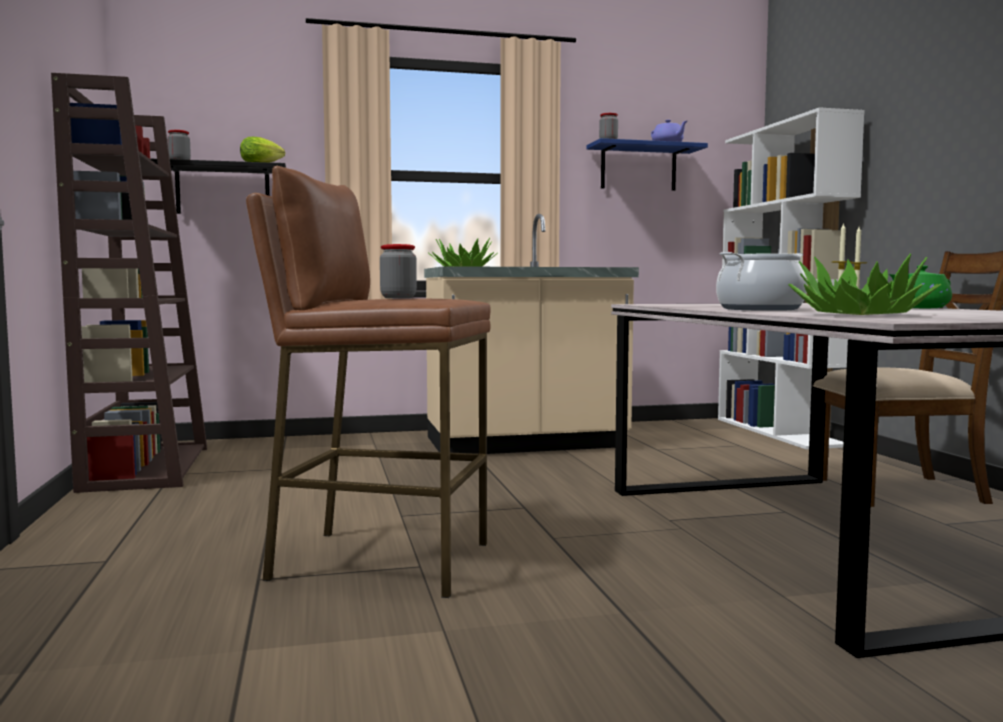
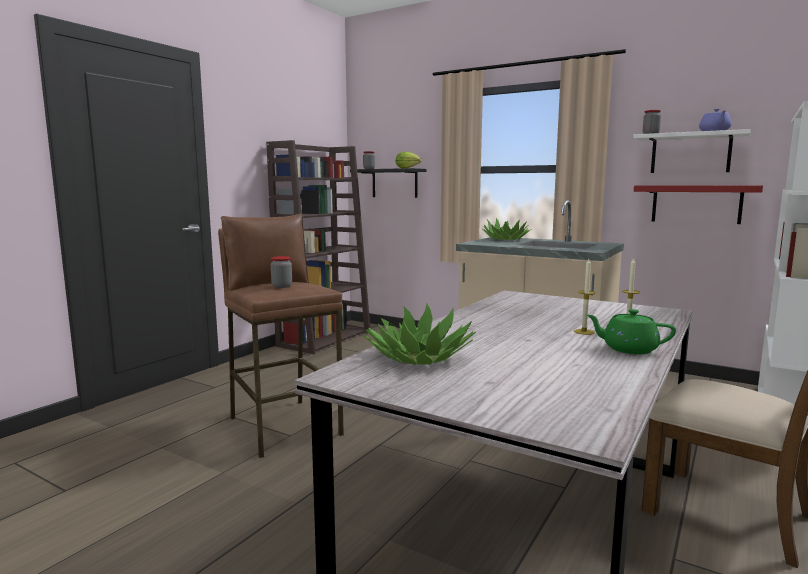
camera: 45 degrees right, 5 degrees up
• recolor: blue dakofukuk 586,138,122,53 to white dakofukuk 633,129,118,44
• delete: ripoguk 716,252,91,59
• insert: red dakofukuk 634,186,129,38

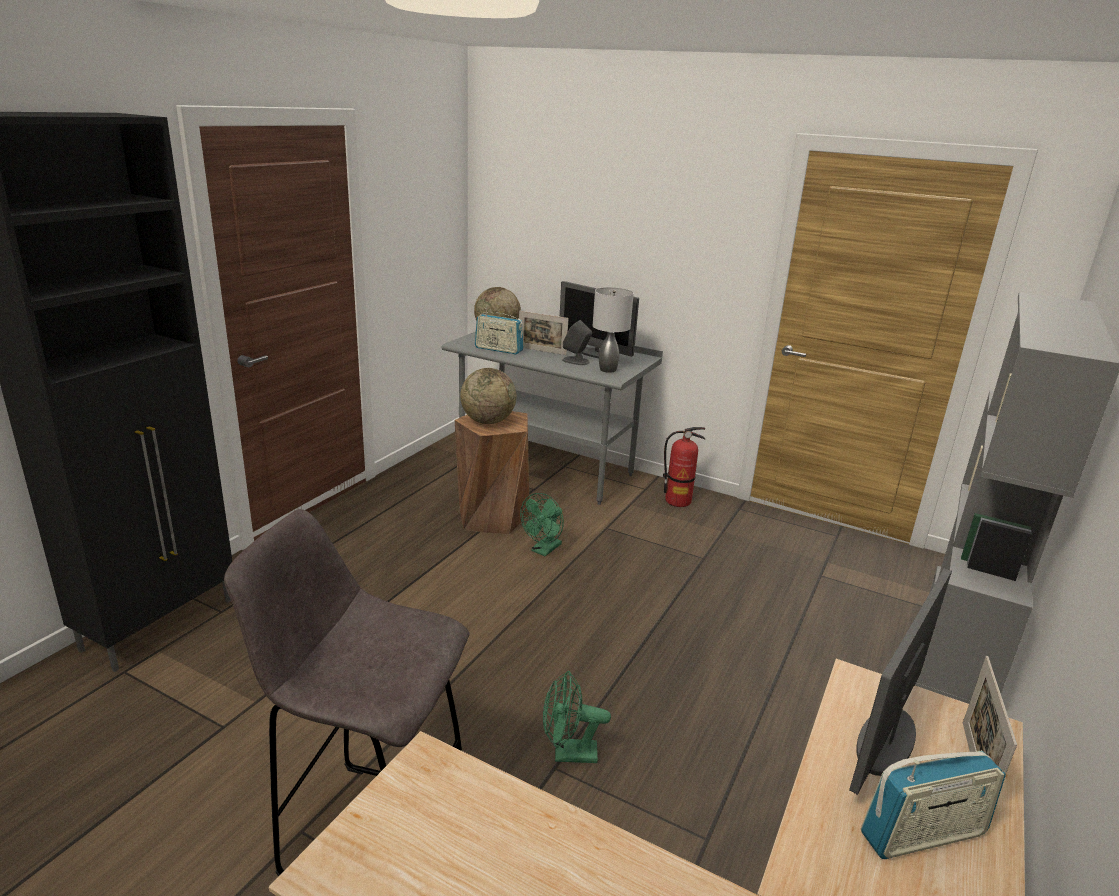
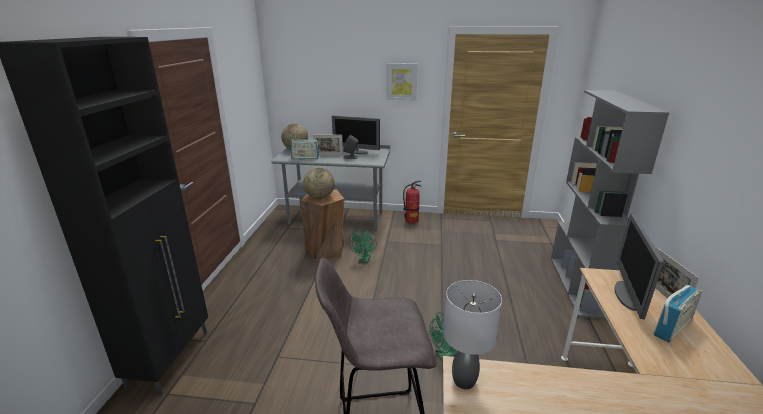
camera: 20 degrees left, 0 degrees up
• move: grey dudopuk 593,287,41,86 to 443,280,59,109
• insert: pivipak 387,63,31,37

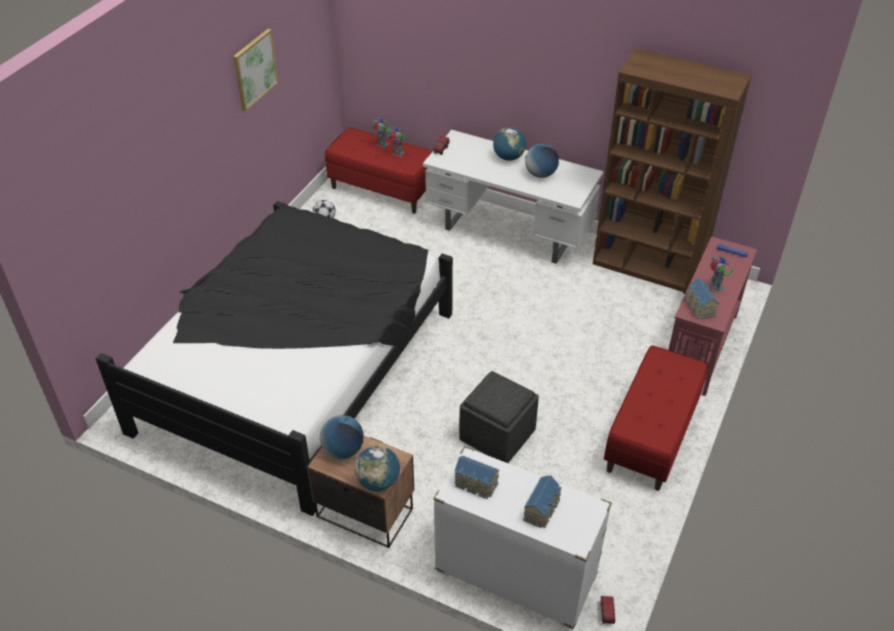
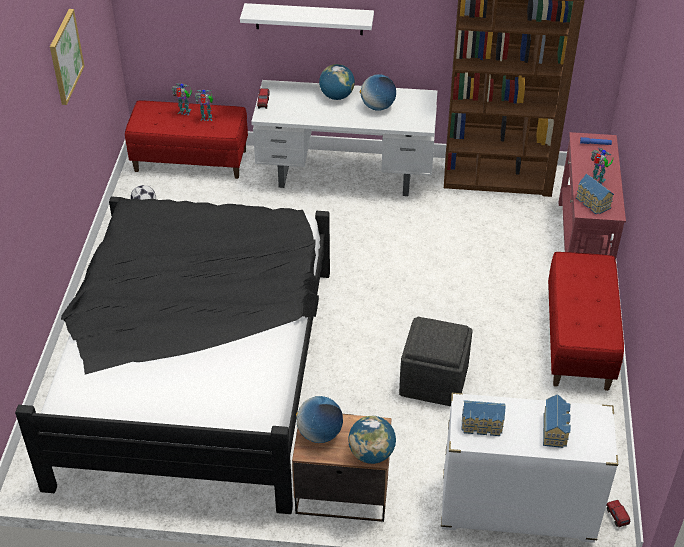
camera: 20 degrees left, 0 degrees up
• insert: white dakofukuk 240,3,134,32

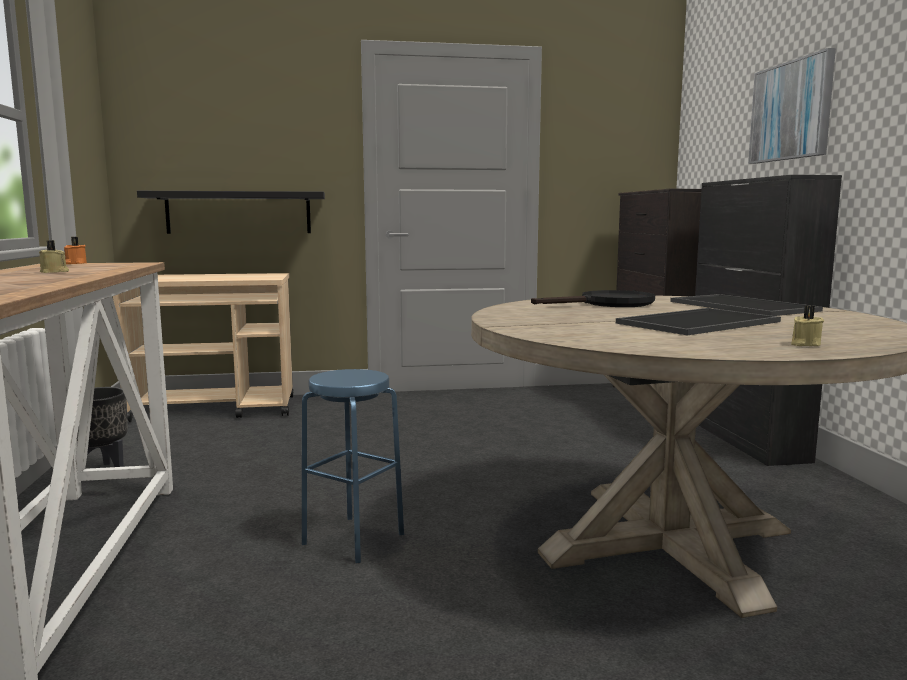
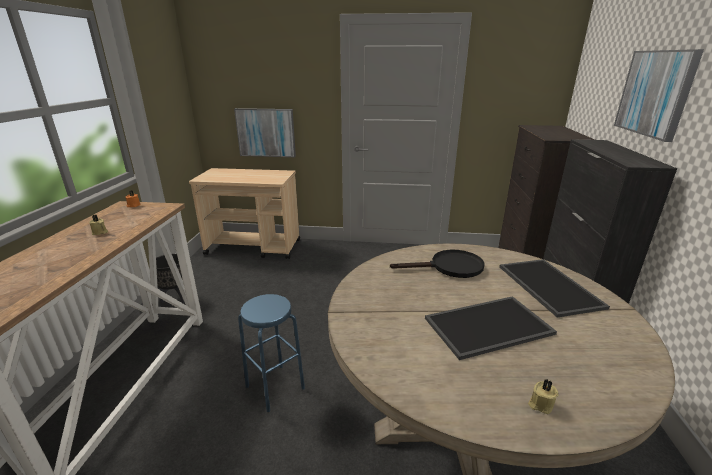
camera: 15 degrees right, 15 degrees up
• replace: black dakofukuk 137,191,188,43 to pivipak 234,108,62,49

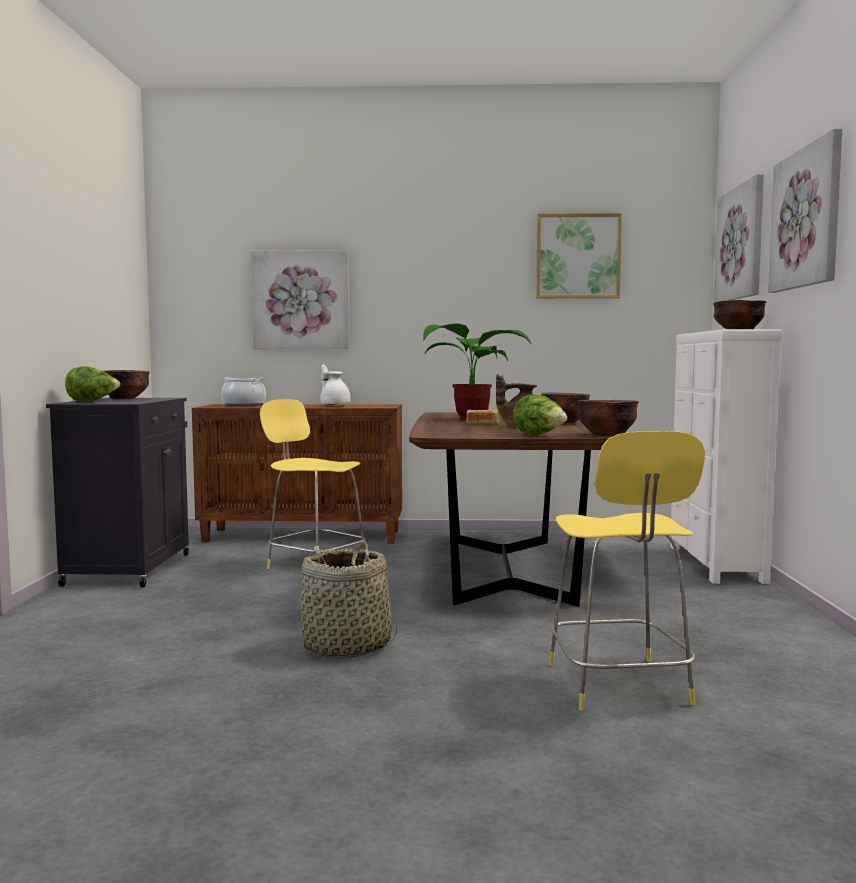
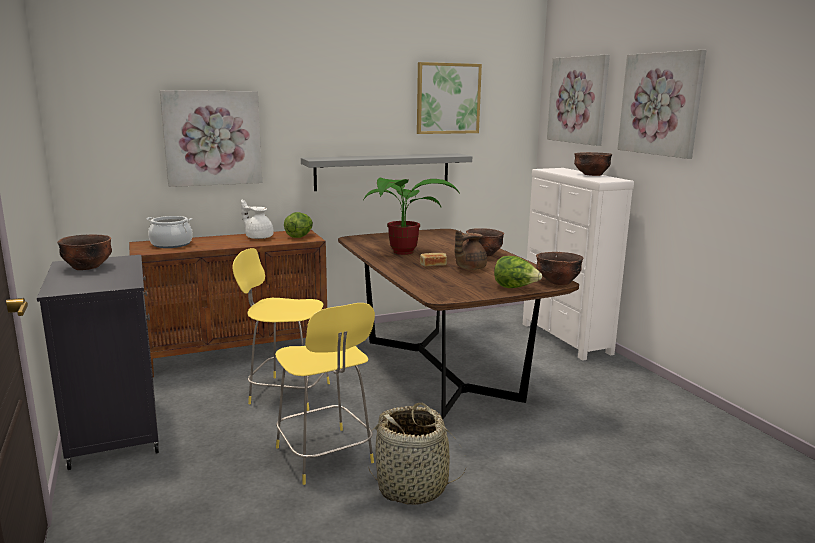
camera: 25 degrees left, 10 degrees up
• move: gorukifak 65,366,55,36 to 284,212,29,26
• move: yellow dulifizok 549,431,156,280 to 275,303,100,182
• insert: grey dakofukuk 301,153,171,38

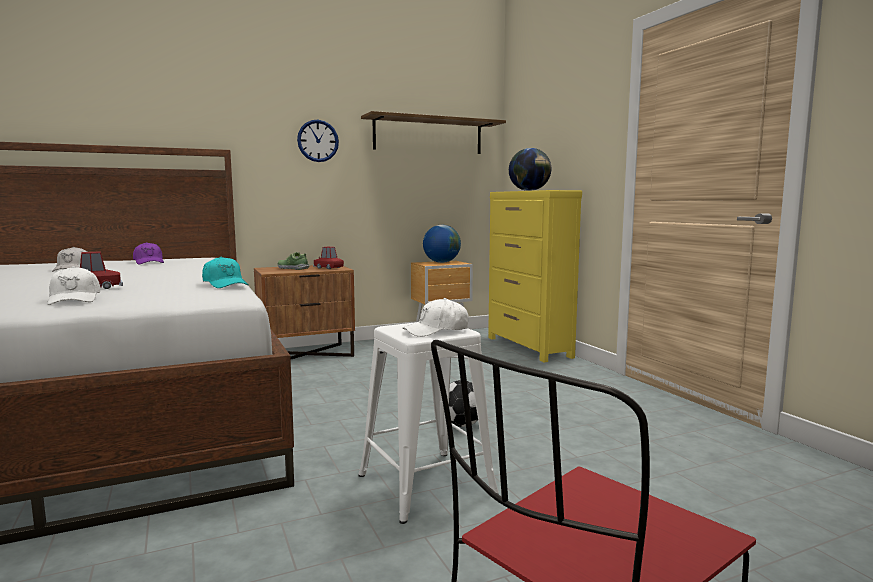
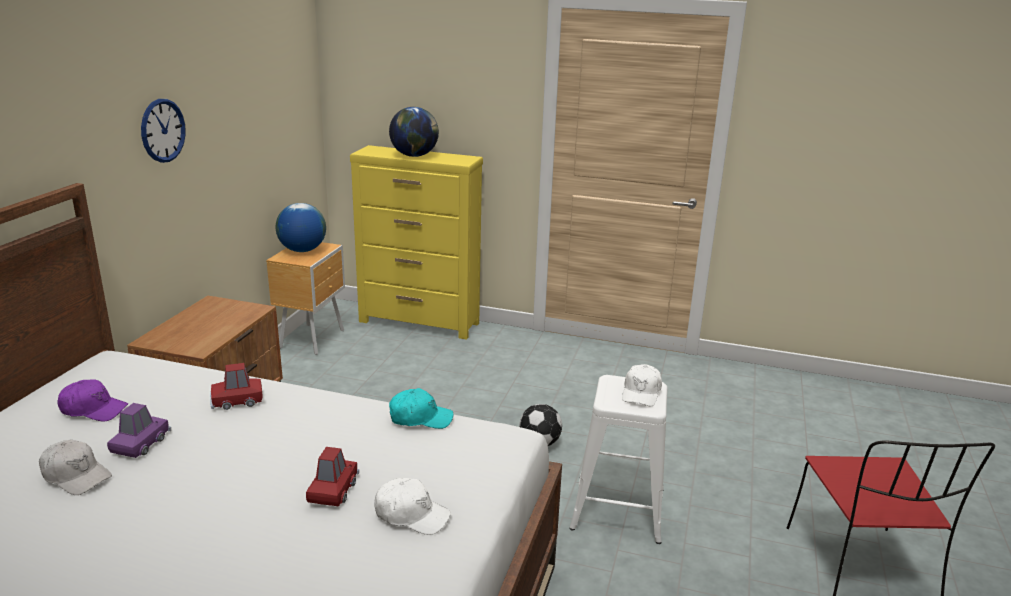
camera: 50 degrees left, 15 degrees up
• delete: dakofukuk 361,111,145,43
• move: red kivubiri 313,247,31,22 to 210,363,53,47
• delete: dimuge 277,252,32,18
• insert: purple kivubiri 107,403,64,55

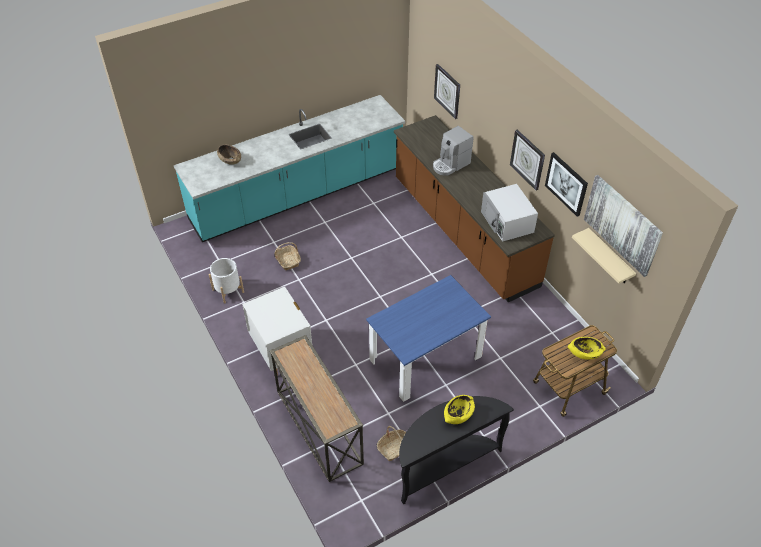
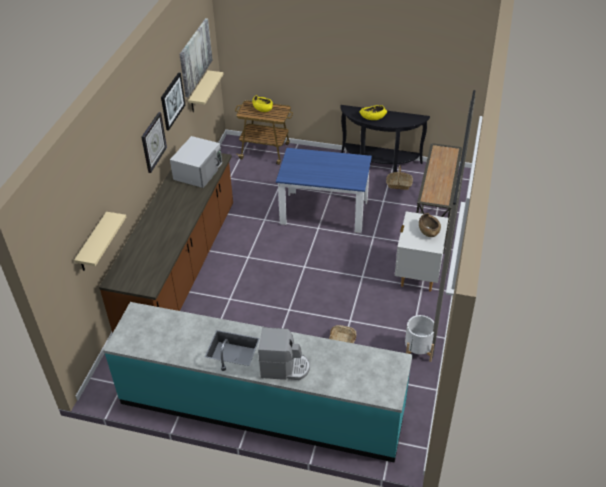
camera: 135 degrees left, 5 degrees down
• replace: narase 434,64,26,55 to beige dakofukuk 74,212,52,59
• move: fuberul 433,126,41,50 to 258,327,52,53
• move: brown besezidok 217,144,24,21 to 419,213,22,24

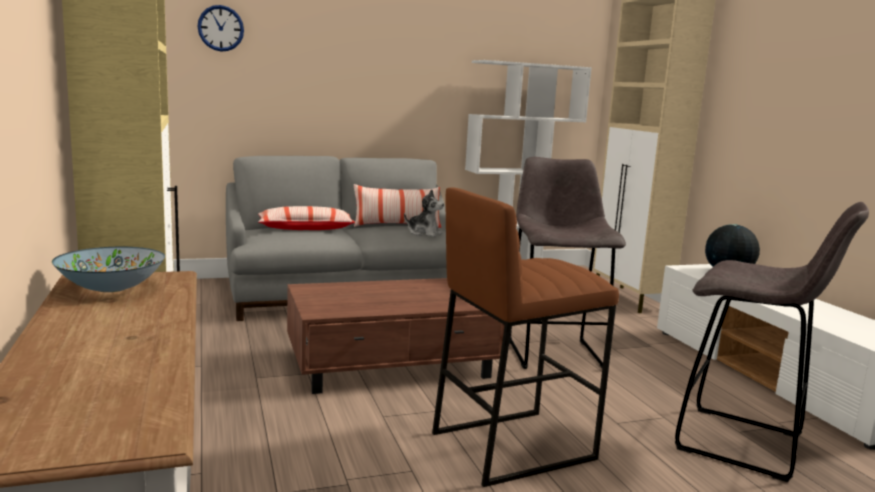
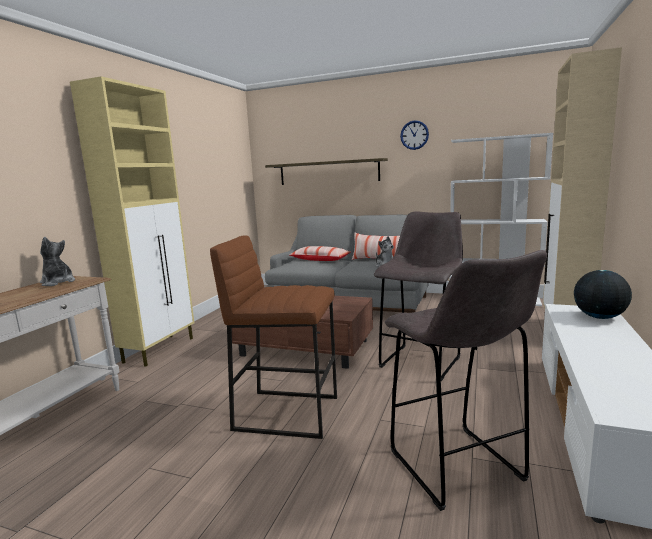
camera: 40 degrees right, 0 degrees up
• move: narase 197,5,47,47 to 400,120,29,30
• replace: besezidok 52,247,113,45 to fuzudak 40,237,35,49
• insert: dakofukuk 265,158,123,27

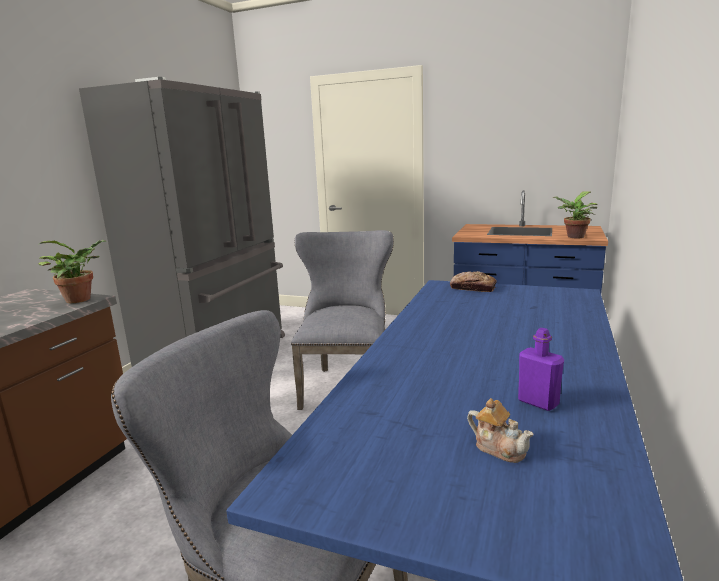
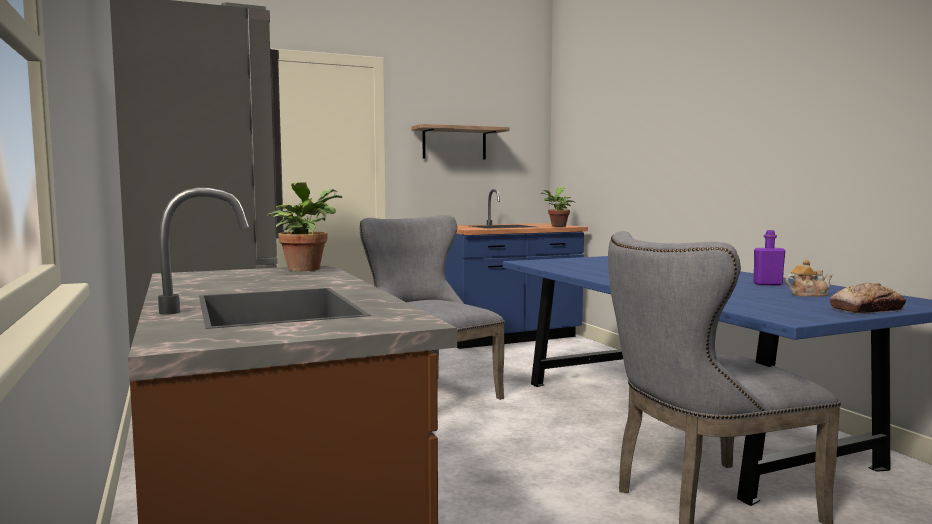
camera: 45 degrees left, 10 degrees down
• move: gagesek 450,271,47,21 to 830,283,76,30
• insert: dakofukuk 411,124,98,36

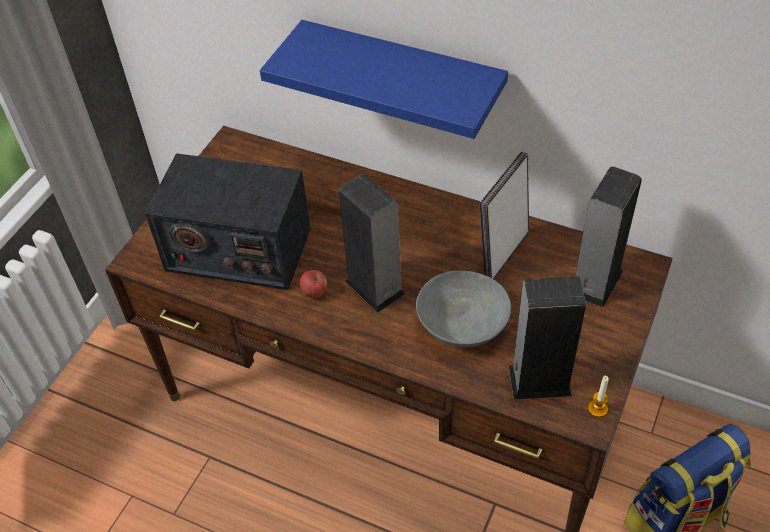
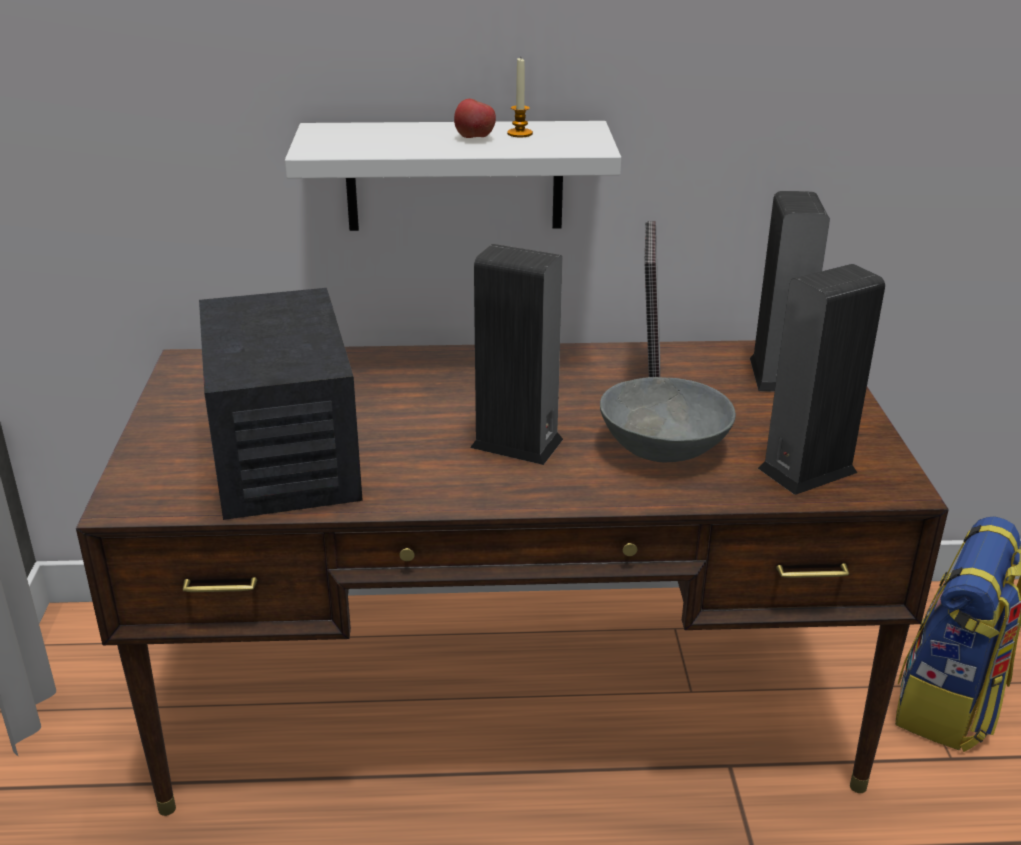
camera: 30 degrees left, 20 degrees down
• recolor: blue dakofukuk 260,20,248,119 to white dakofukuk 285,121,336,110
• rotate: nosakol 145,153,166,137 = 199,288,164,232 90 degrees counterclockwise
• move: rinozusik 299,270,28,28 to 454,99,42,39
• move: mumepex 588,376,21,41 to 507,58,26,79

